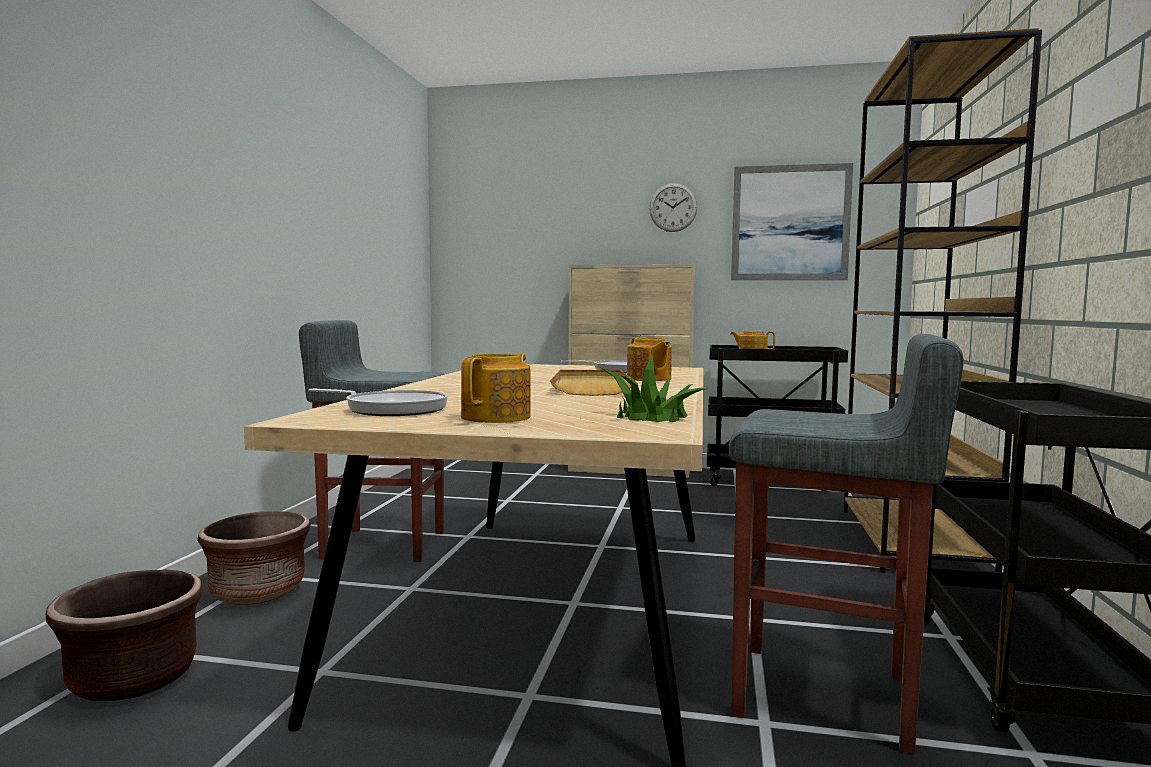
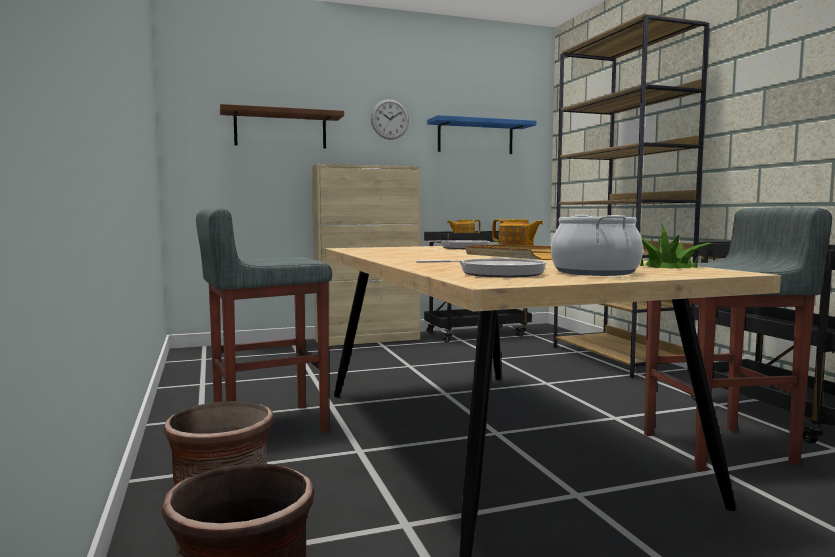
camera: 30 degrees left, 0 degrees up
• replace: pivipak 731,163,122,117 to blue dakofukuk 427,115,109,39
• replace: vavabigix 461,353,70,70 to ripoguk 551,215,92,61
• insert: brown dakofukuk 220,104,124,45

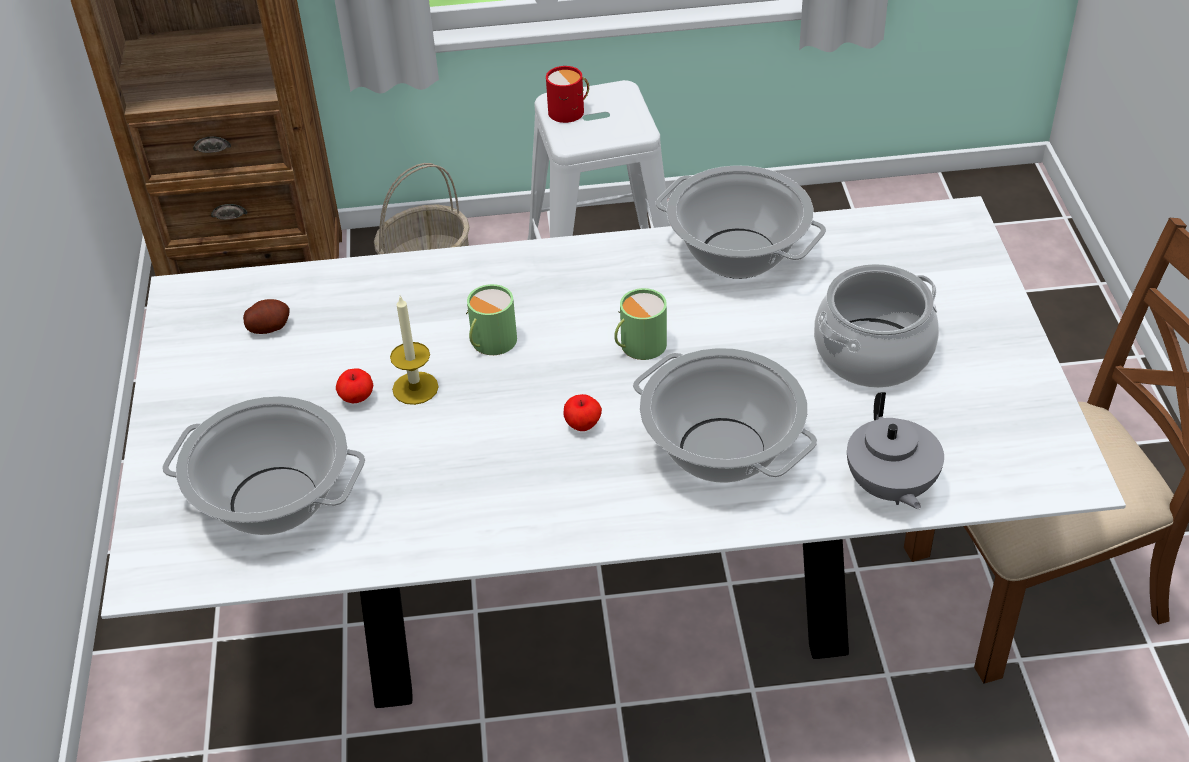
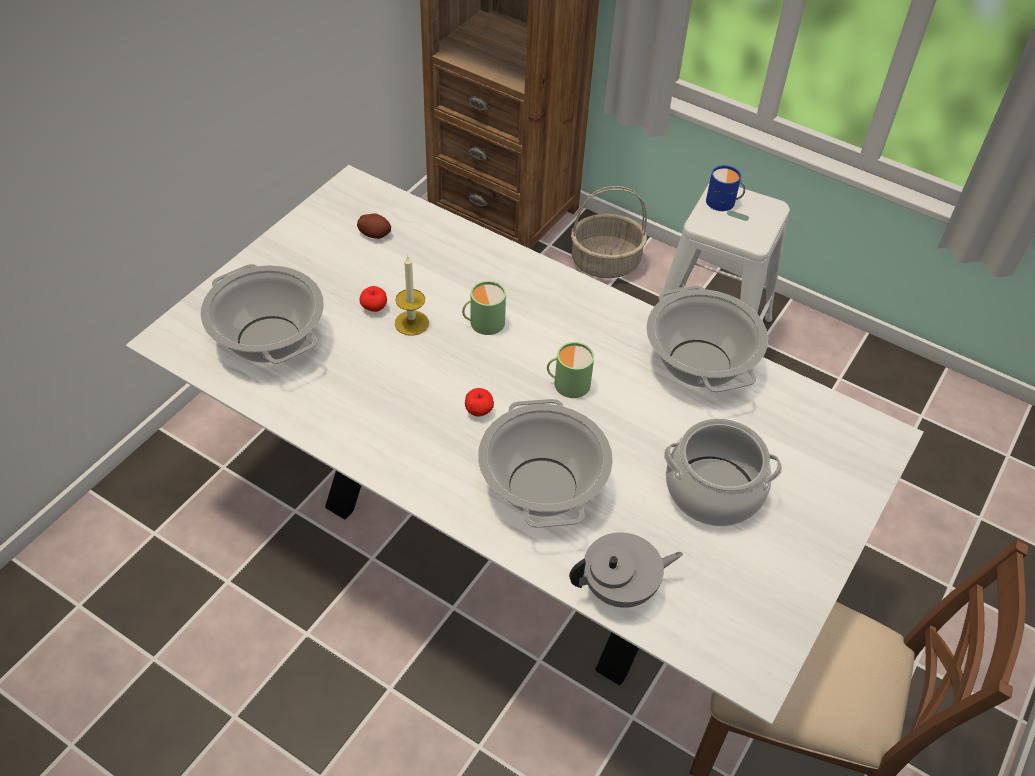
camera: 35 degrees right, 5 degrees up
• recolor: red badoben 546,66,43,57 to blue badoben 706,165,39,46
• rotate: grey vavabigix 847,392,97,117 = 569,532,114,76 135 degrees counterclockwise

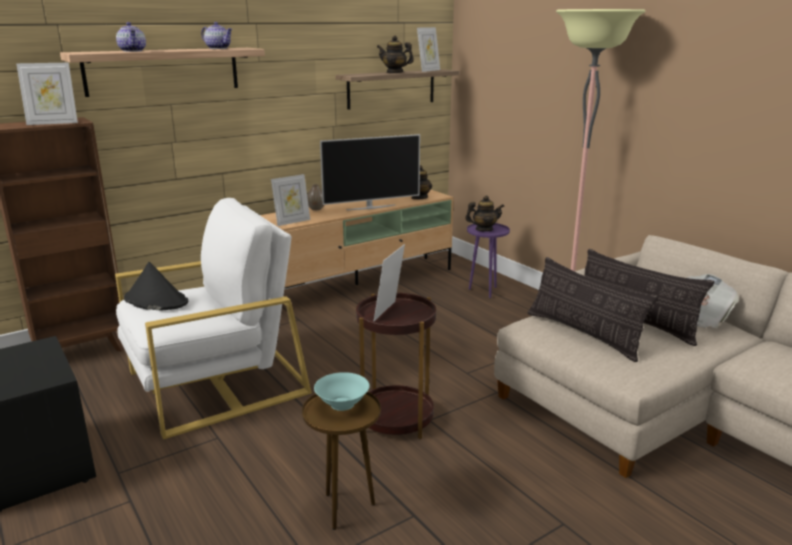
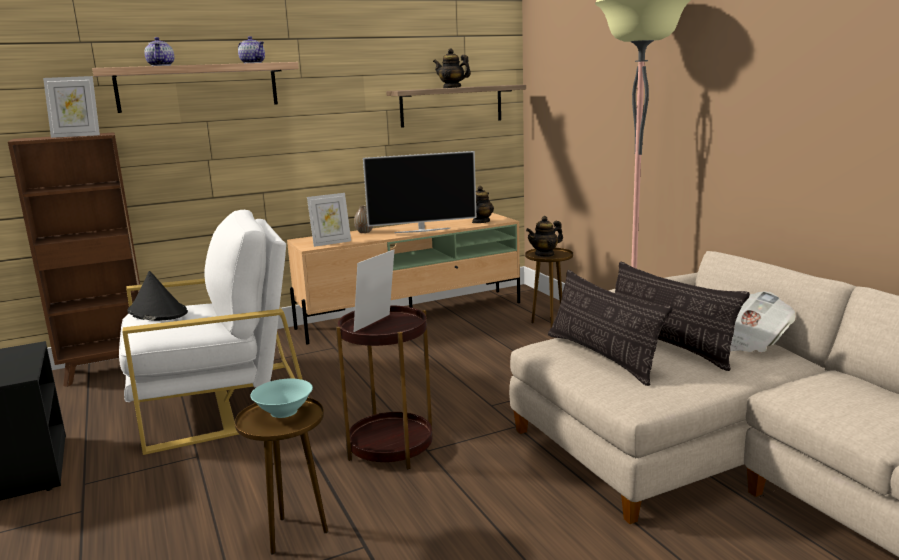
camera: 10 degrees right, 5 degrees down
• delete: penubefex 417,27,23,45
• rotate: vavabigix 465,195,39,37 = 526,216,37,41 150 degrees clockwise
• recolor: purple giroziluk 467,223,43,75 to brown giroziluk 525,248,48,79

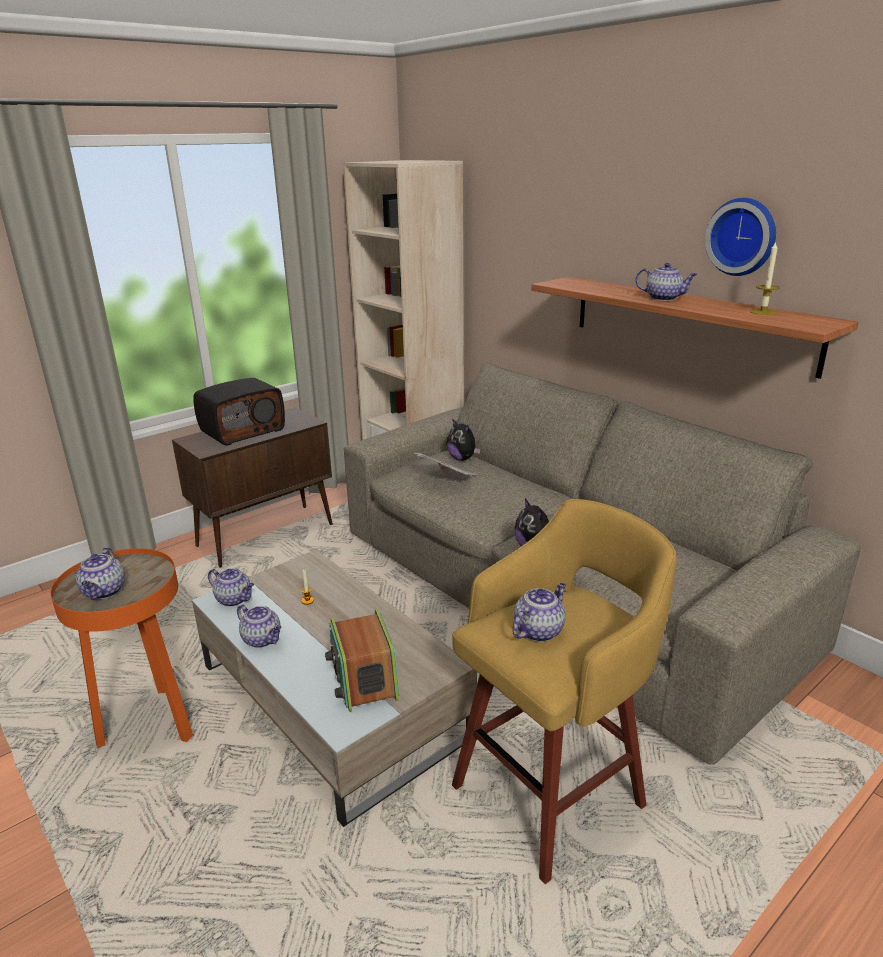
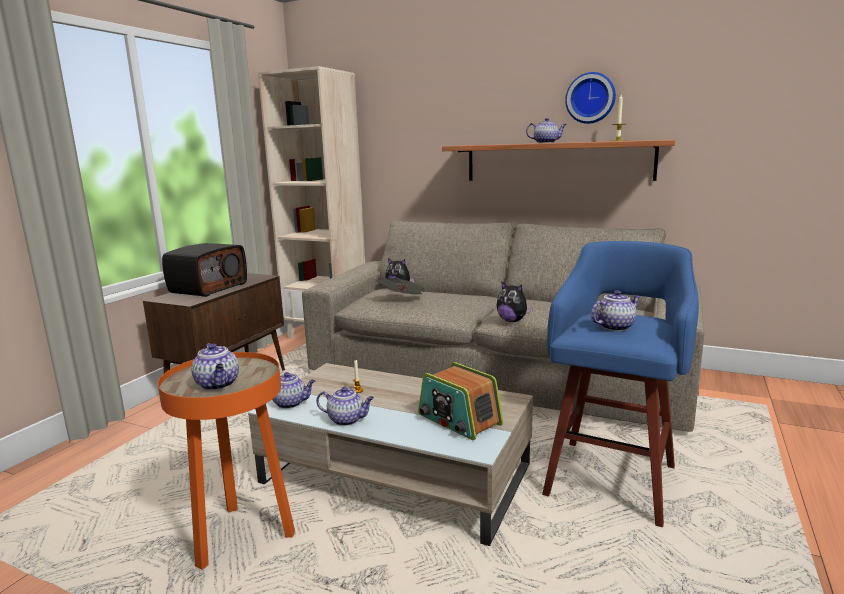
camera: 25 degrees left, 10 degrees down
• recolor: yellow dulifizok 452,499,225,385 to blue dulifizok 542,241,157,286
• rotate: vavabigix 512,583,54,59 = 591,290,50,41 45 degrees clockwise

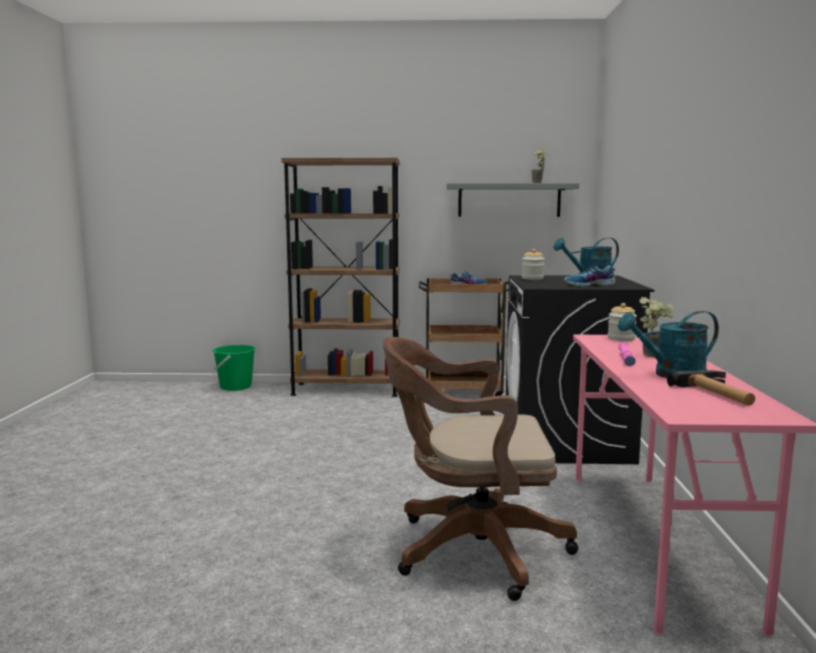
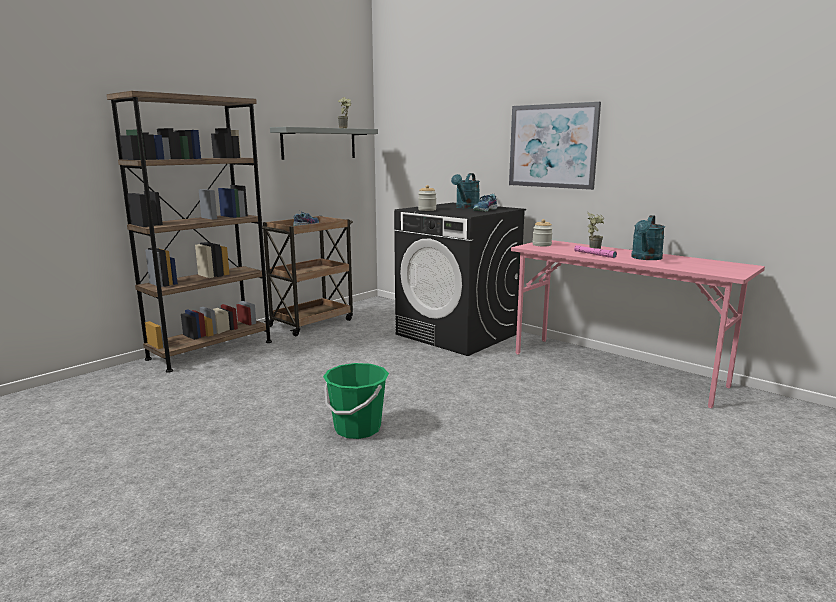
camera: 50 degrees left, 5 degrees up
• delete: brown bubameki 383,337,195,264
• move: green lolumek 212,345,44,46 to 323,363,66,76
• delete: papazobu 667,370,88,35
• insert: pivipak 509,102,92,88

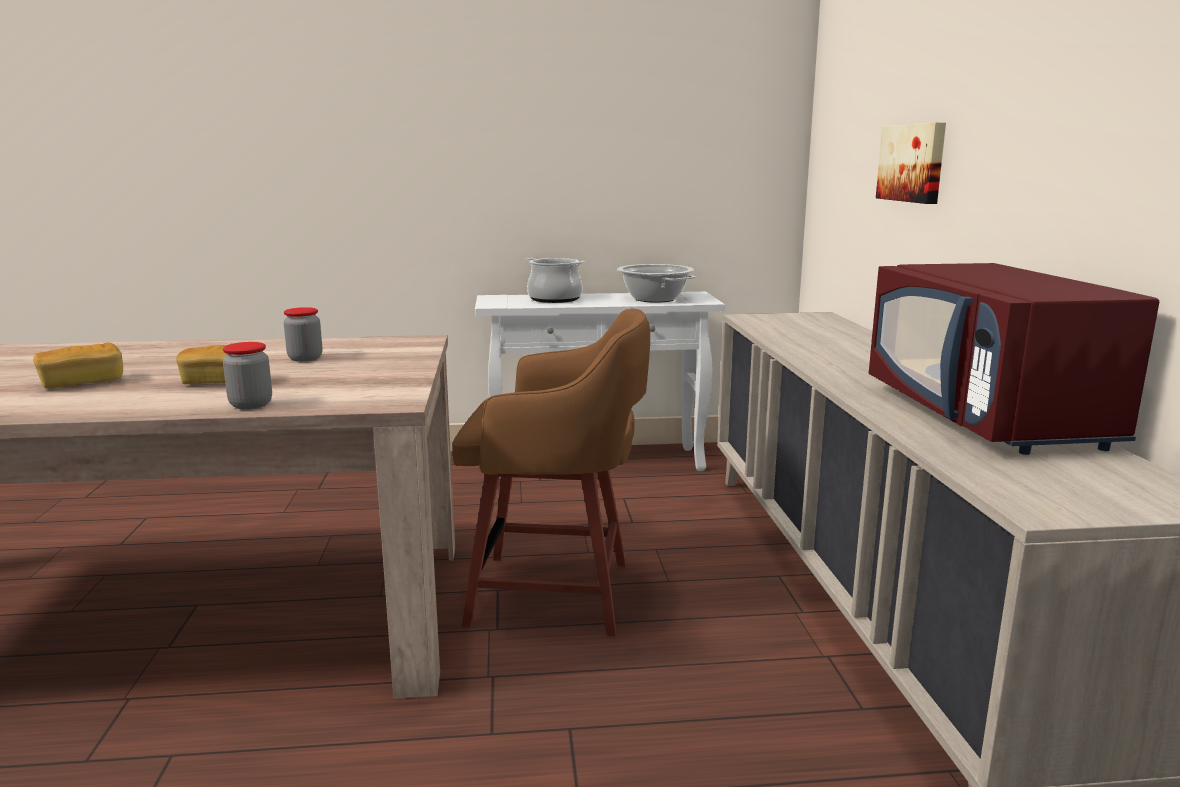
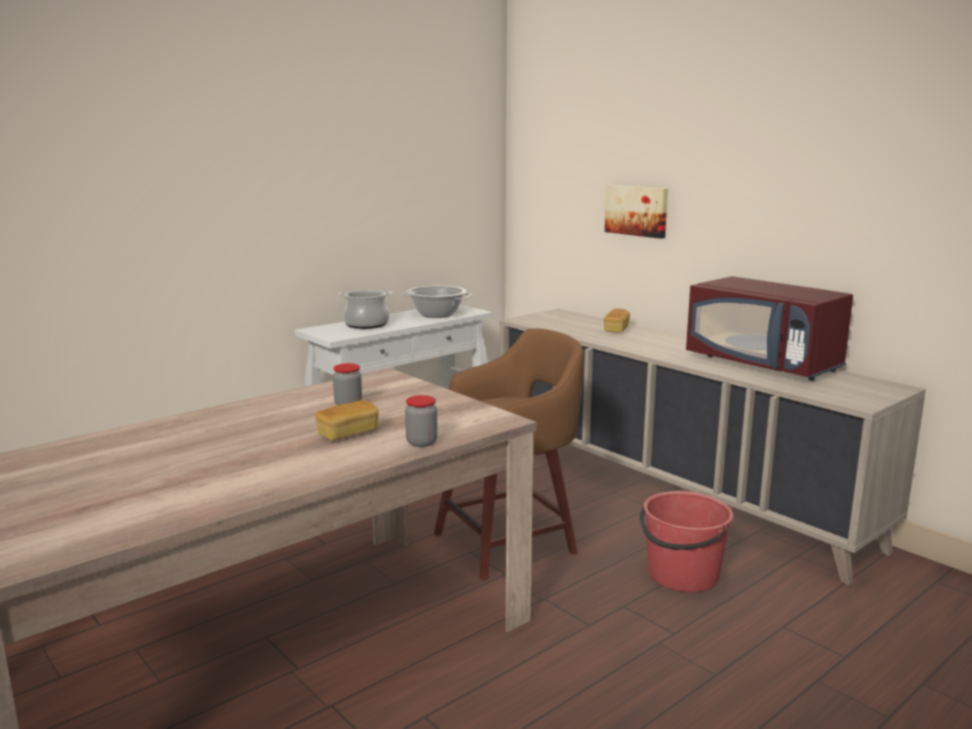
camera: 35 degrees left, 0 degrees up
• move: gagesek 33,342,90,46 to 604,309,26,24
• insert: red lolumek 640,491,93,101

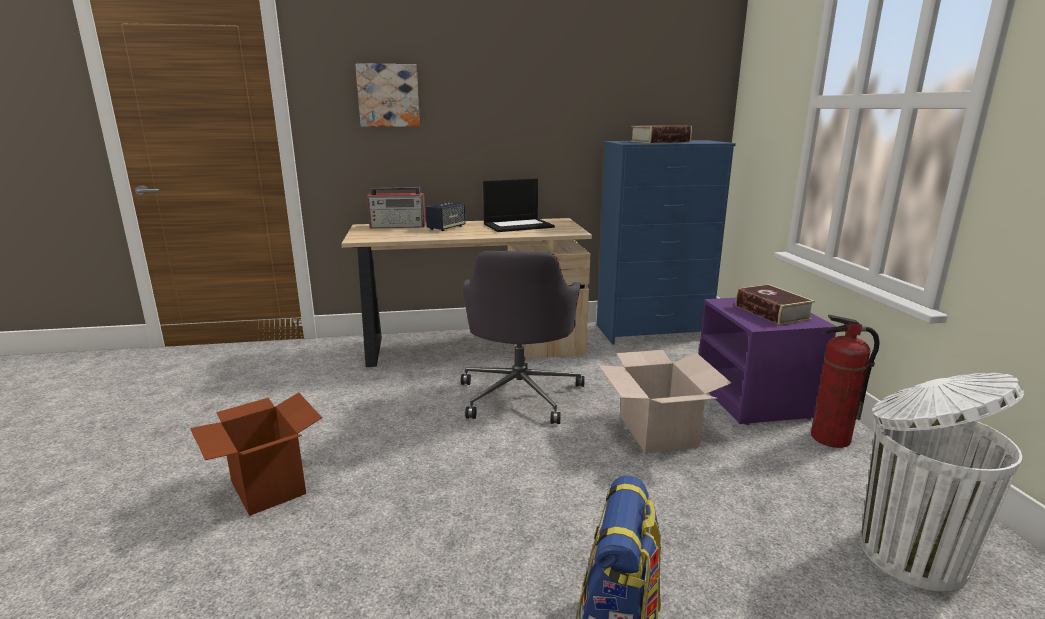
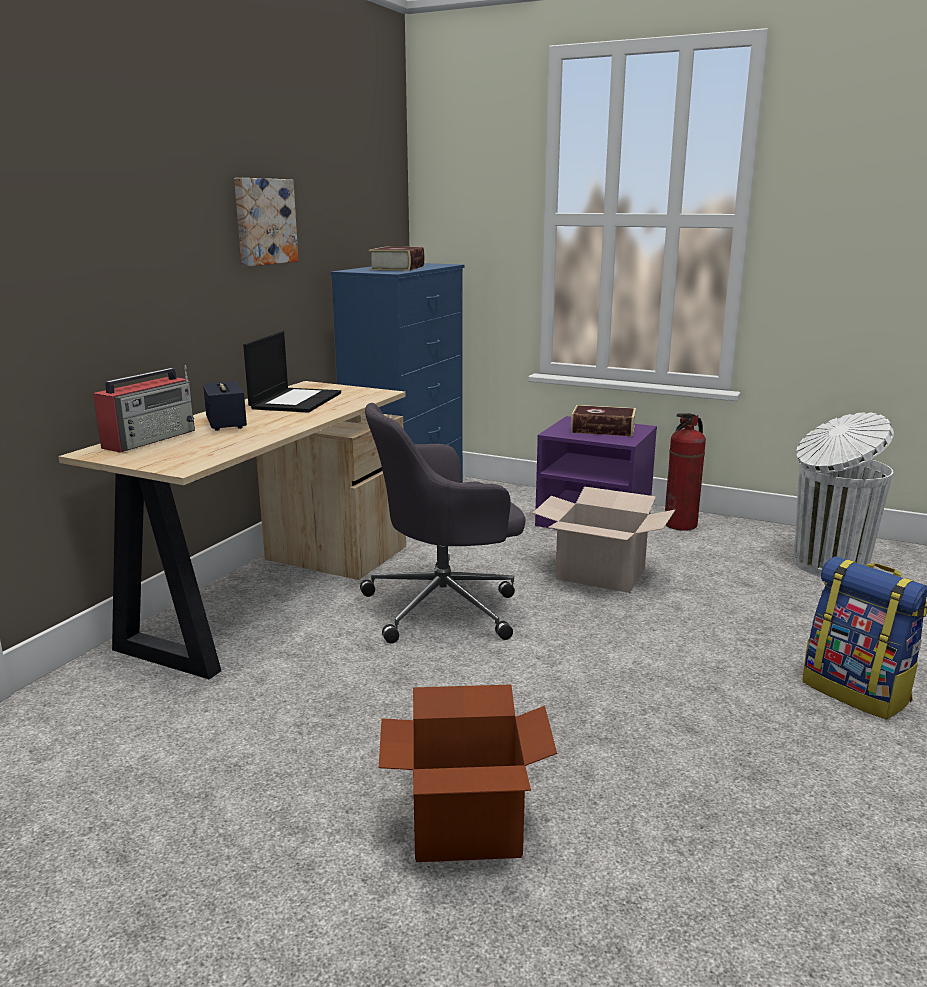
camera: 55 degrees left, 0 degrees up
• move: pivipak 355,63,65,64 to 234,178,64,88
• rotate: grey bubameki 461,251,124,173 = 360,403,165,241 120 degrees clockwise

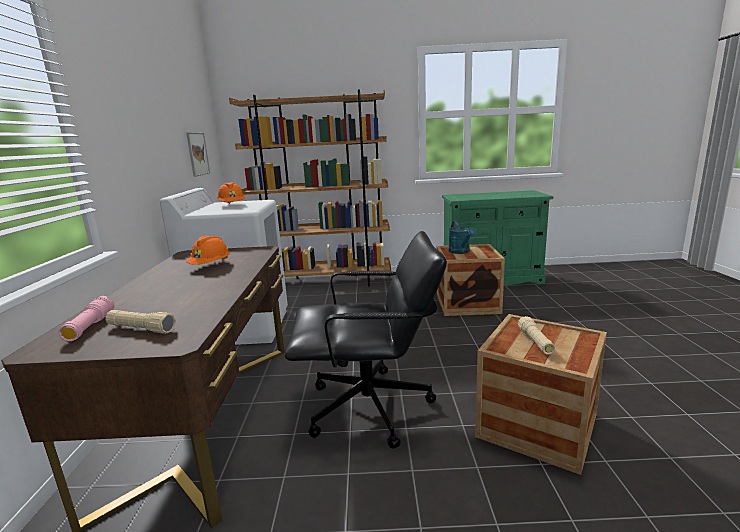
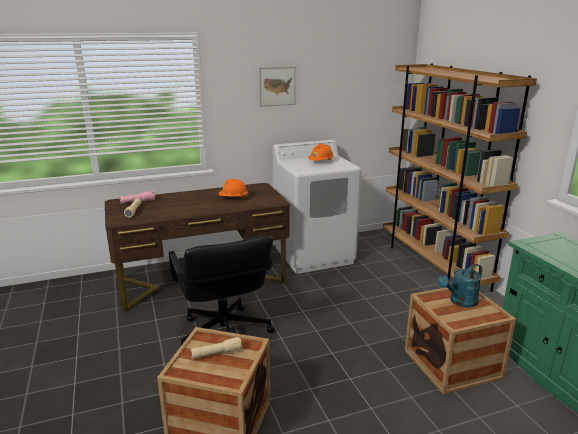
camera: 70 degrees right, 5 degrees up
• move: pivipak 186,132,24,45 to 259,67,37,40

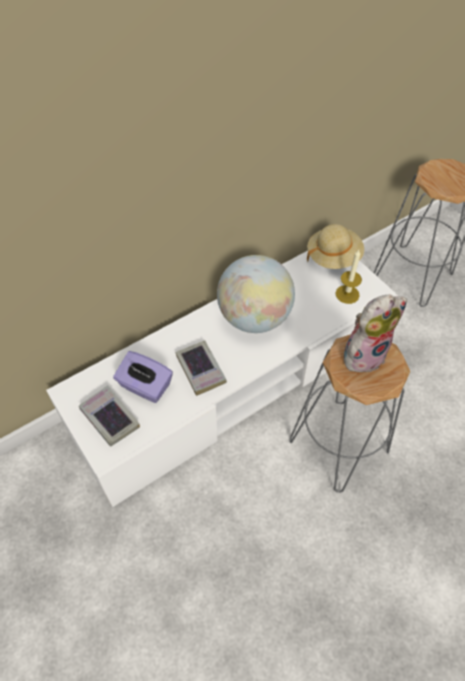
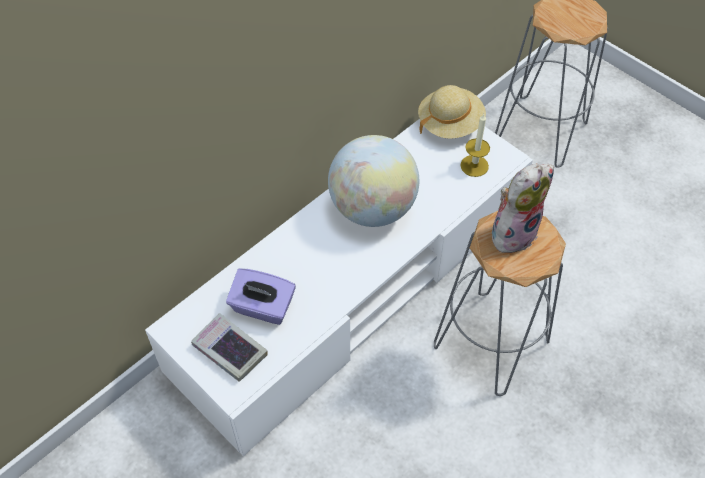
camera: 10 degrees left, 0 degrees up
• delete: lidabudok 175,341,52,55

